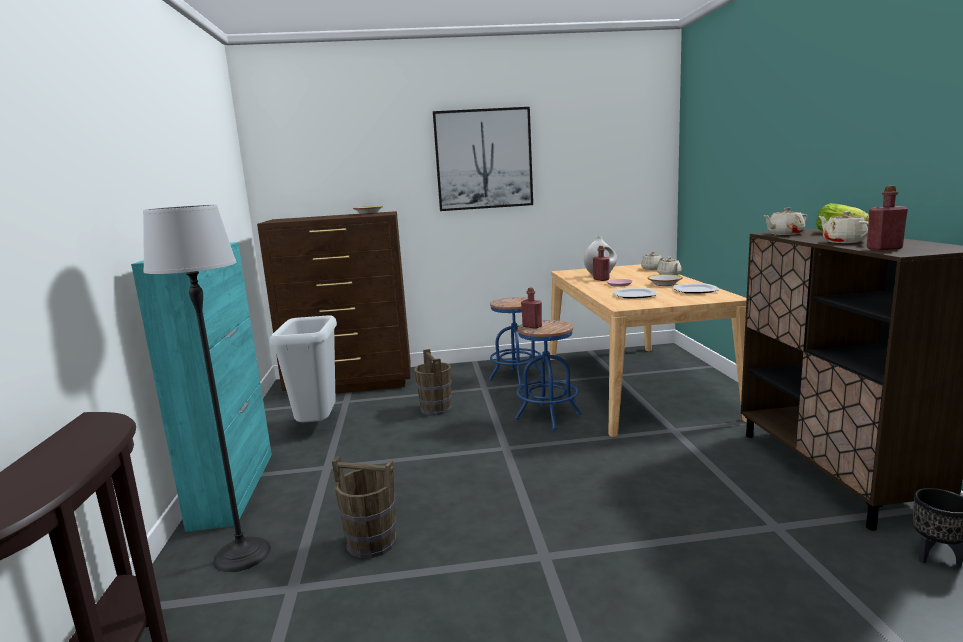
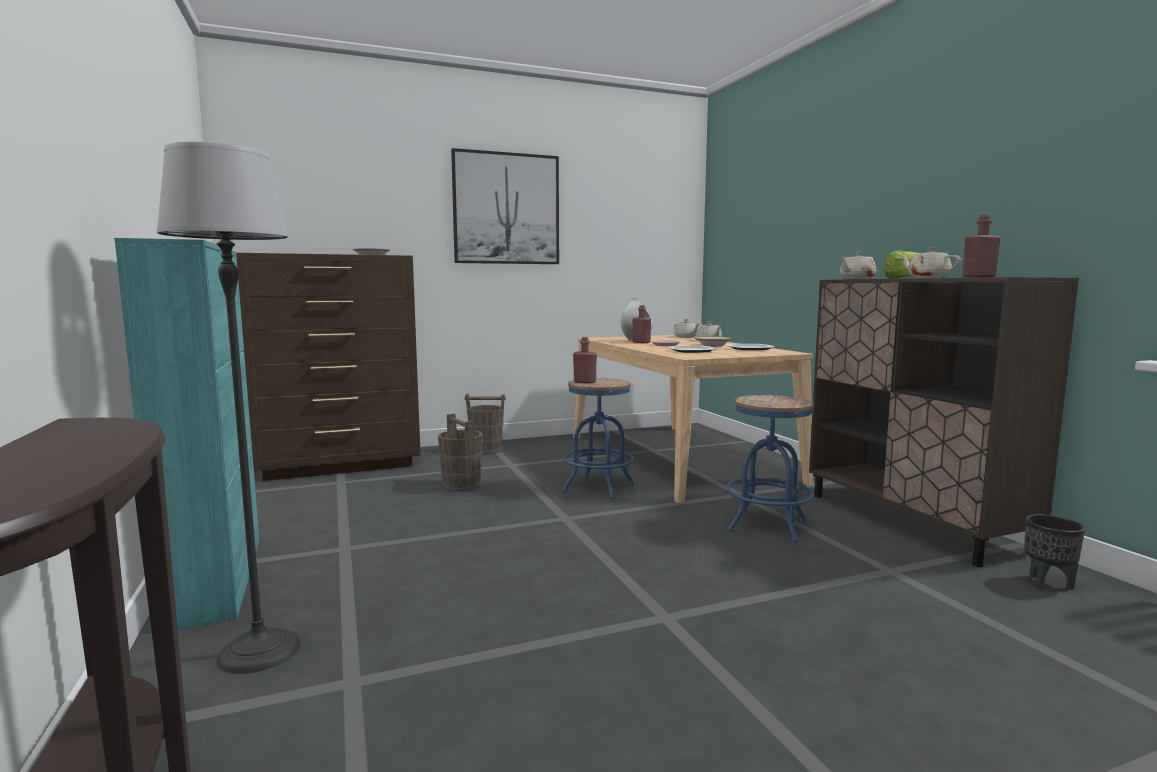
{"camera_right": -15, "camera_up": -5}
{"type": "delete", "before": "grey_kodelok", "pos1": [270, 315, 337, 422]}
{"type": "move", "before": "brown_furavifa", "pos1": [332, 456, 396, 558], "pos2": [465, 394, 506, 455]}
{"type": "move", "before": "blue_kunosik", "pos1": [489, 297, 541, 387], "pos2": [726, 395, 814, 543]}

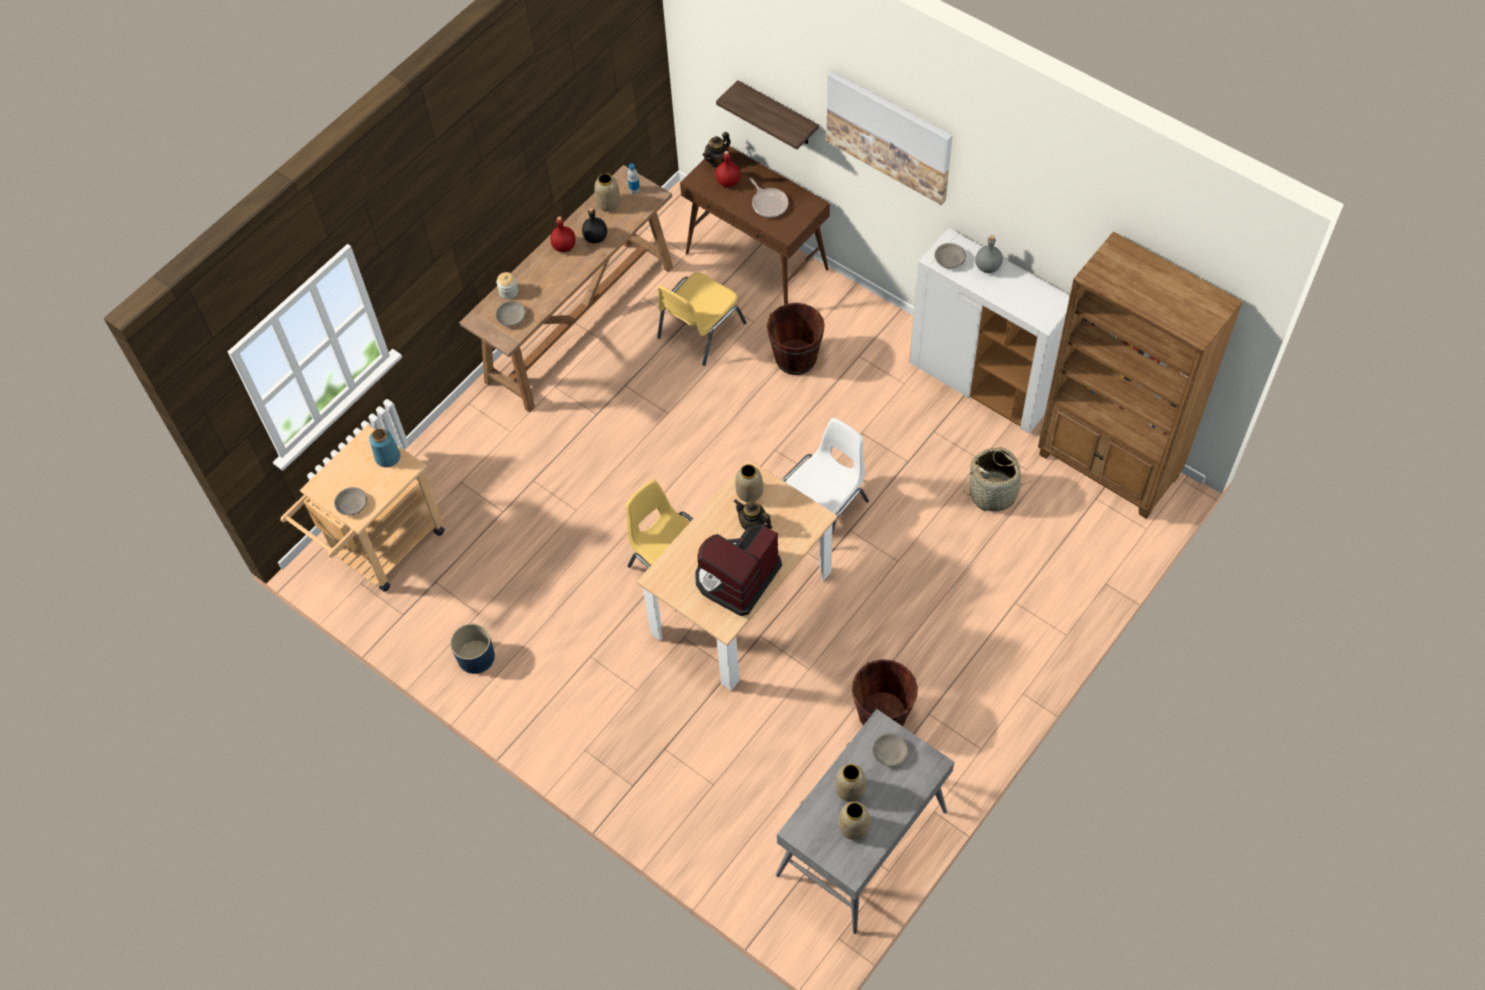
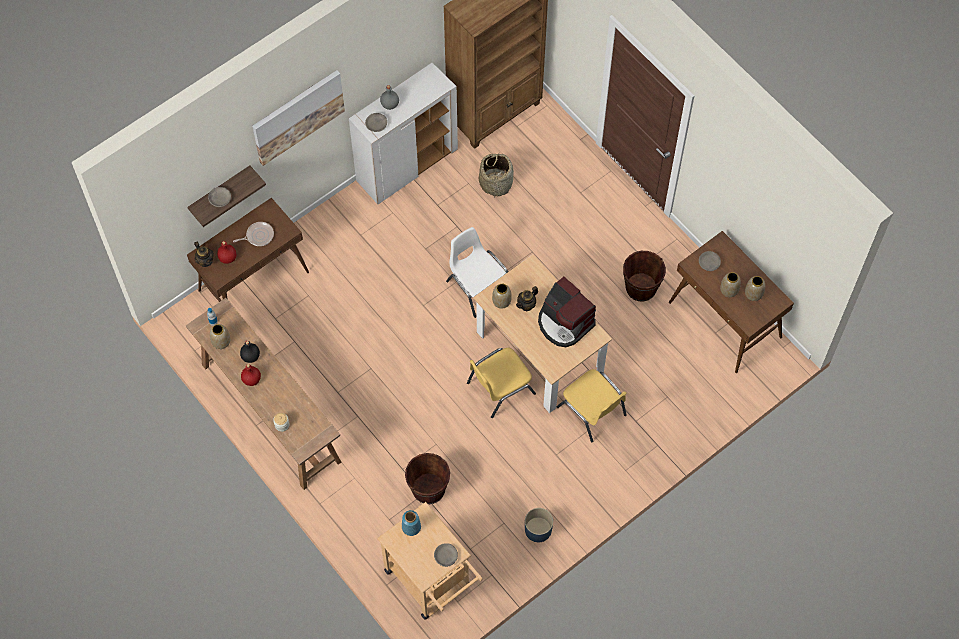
{"camera_right": -80, "camera_up": 5}
{"type": "move", "before": "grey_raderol", "pos1": [495, 301, 526, 326], "pos2": [208, 187, 231, 207]}
{"type": "move", "before": "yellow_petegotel", "pos1": [657, 272, 747, 366], "pos2": [556, 369, 627, 443]}
{"type": "move", "before": "brown_furavifa", "pos1": [767, 303, 825, 375], "pos2": [405, 453, 450, 504]}
{"type": "recolor", "before": "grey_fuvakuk", "after": "brown_fuvakuk", "pos1": [776, 709, 954, 934], "pos2": [669, 231, 794, 373]}

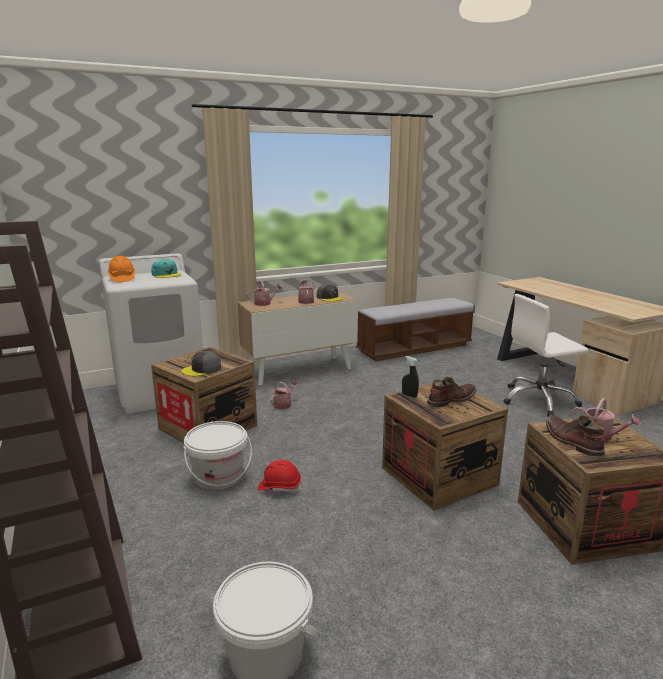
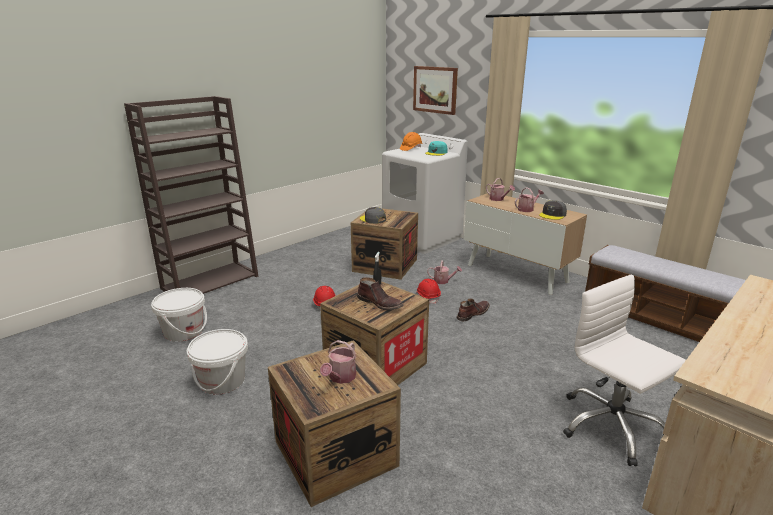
{"camera_right": 70, "camera_up": 5}
{"type": "insert", "after": "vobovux", "pos2": [413, 66, 458, 115]}
{"type": "insert", "after": "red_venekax", "pos2": [417, 279, 441, 304]}
{"type": "move", "before": "white_furavifa", "pos1": [183, 421, 252, 490], "pos2": [187, 329, 248, 395]}
{"type": "move", "before": "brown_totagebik", "pos1": [546, 415, 605, 457], "pos2": [457, 298, 490, 321]}

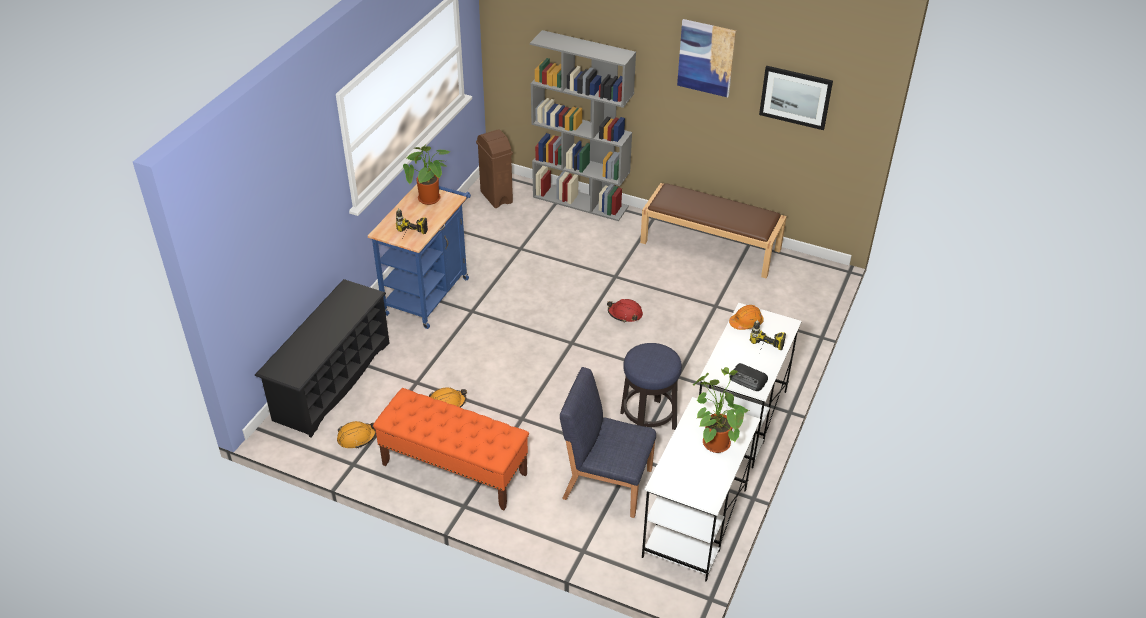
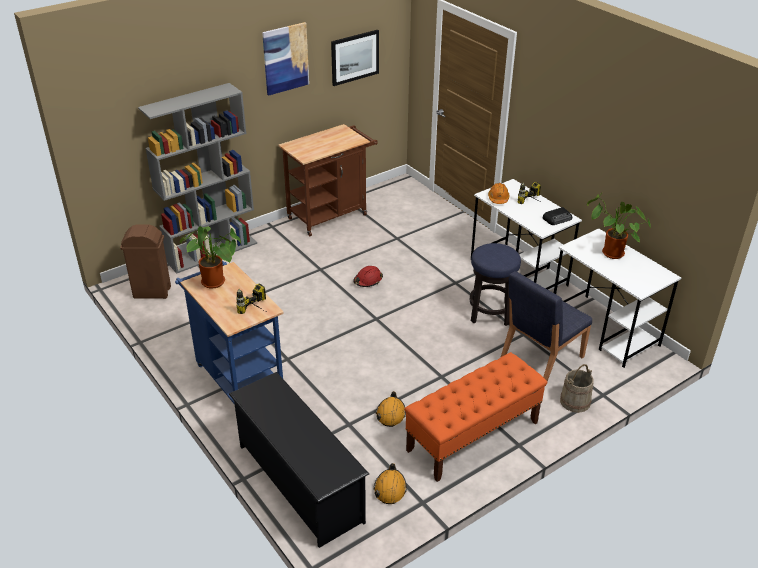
{"camera_right": -60, "camera_up": -5}
{"type": "insert", "after": "beige_furavifa", "pos2": [560, 364, 594, 413]}
{"type": "replace", "before": "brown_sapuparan", "after": "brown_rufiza", "pos1": [640, 183, 787, 279], "pos2": [278, 124, 378, 236]}

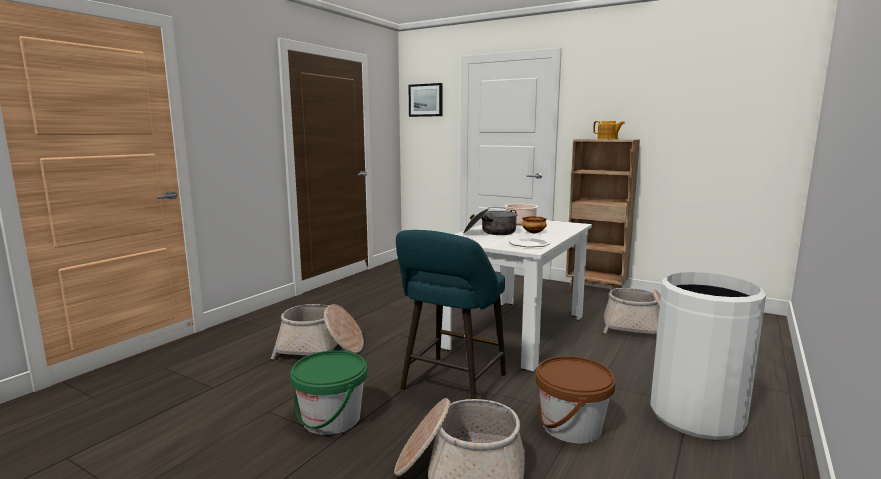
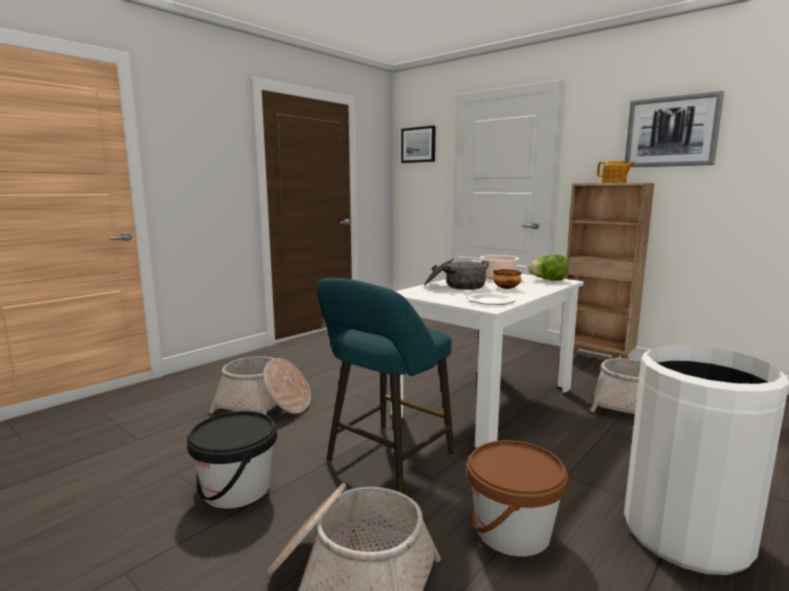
{"camera_right": 10, "camera_up": 0}
{"type": "insert", "after": "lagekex", "pos2": [528, 255, 568, 281]}
{"type": "insert", "after": "vobovux", "pos2": [624, 91, 724, 167]}
{"type": "recolor", "before": "green_furavifa", "after": "black_furavifa", "pos1": [290, 350, 367, 435], "pos2": [187, 411, 277, 508]}

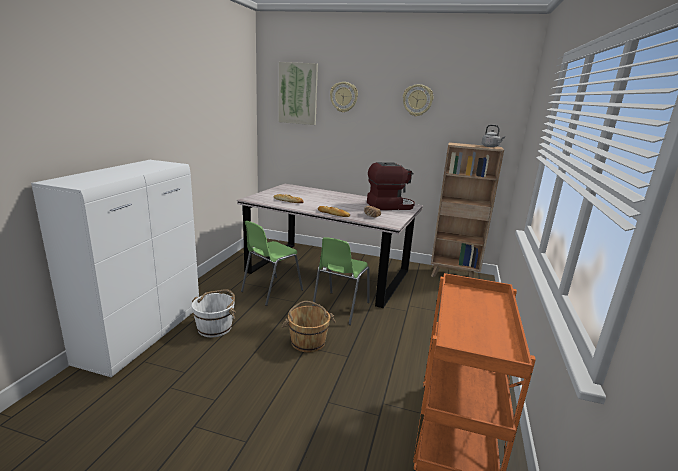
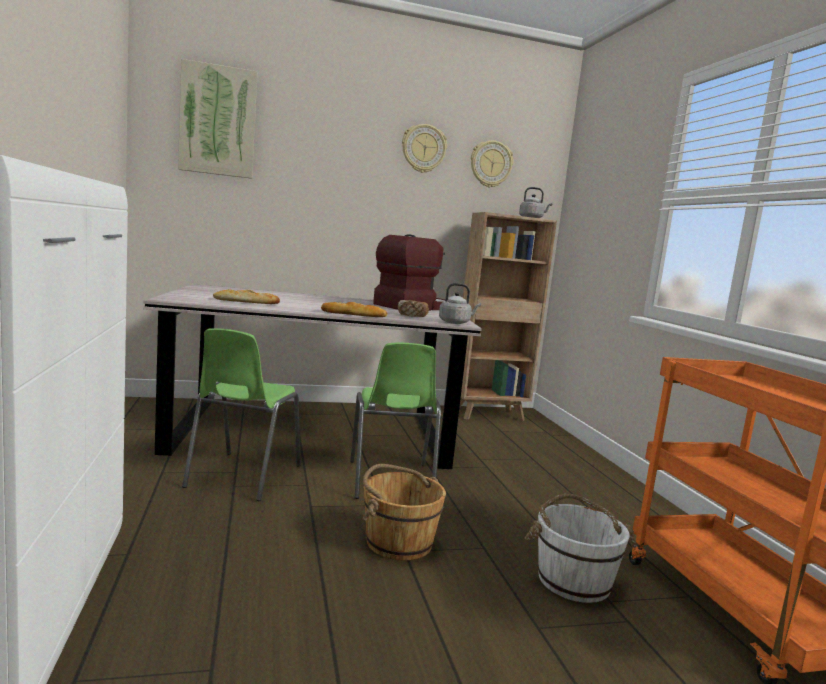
{"camera_right": -30, "camera_up": -10}
{"type": "insert", "after": "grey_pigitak", "pos2": [439, 283, 481, 324]}
{"type": "move", "before": "white_furavifa", "pos1": [192, 289, 236, 337], "pos2": [525, 494, 637, 603]}
{"type": "move", "before": "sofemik", "pos1": [330, 82, 358, 113], "pos2": [471, 140, 513, 188]}

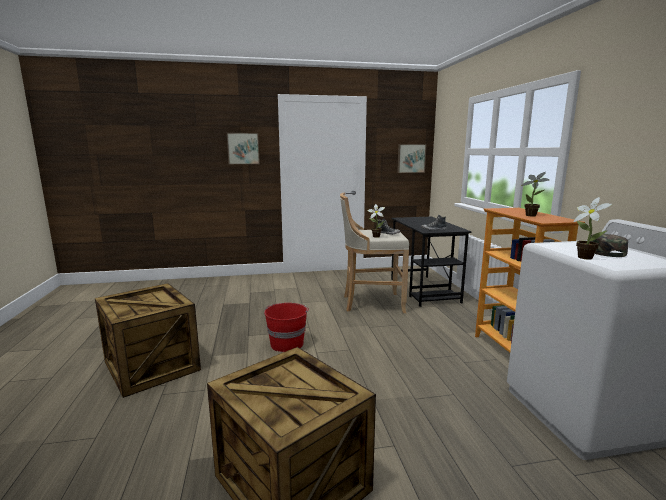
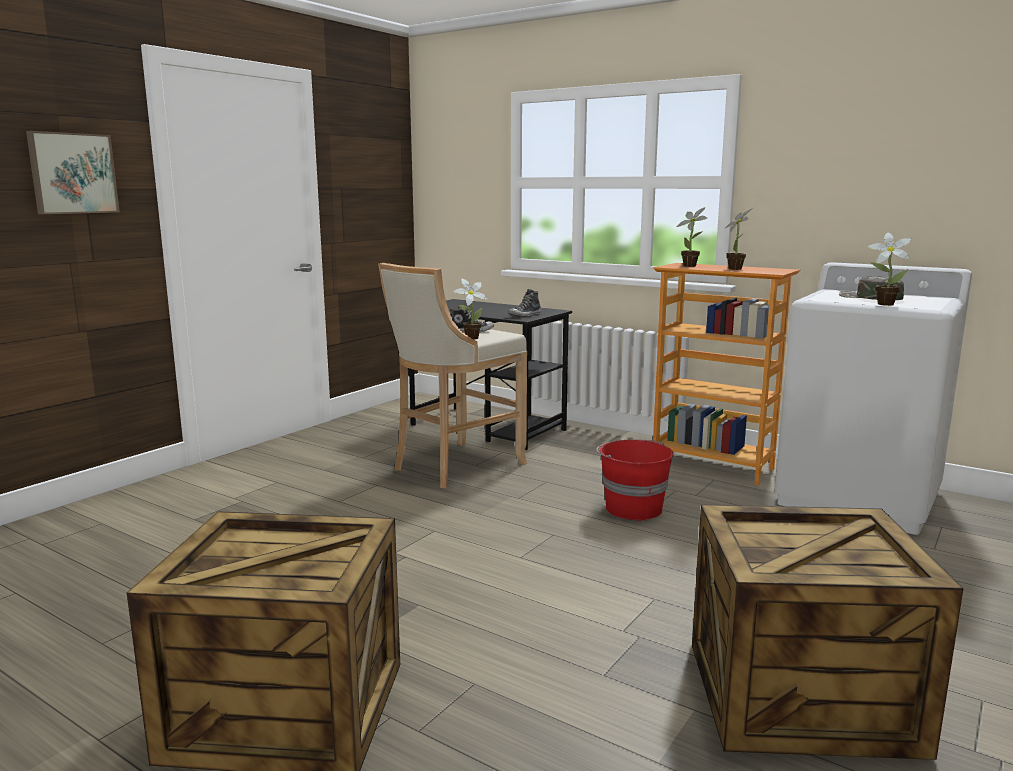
{"camera_right": -45, "camera_up": 0}
{"type": "delete", "before": "vobovux", "pos1": [397, 144, 426, 173]}
{"type": "insert", "after": "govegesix", "pos2": [677, 207, 707, 267]}
{"type": "move", "before": "red_furavifa", "pos1": [264, 303, 309, 352], "pos2": [597, 440, 674, 521]}

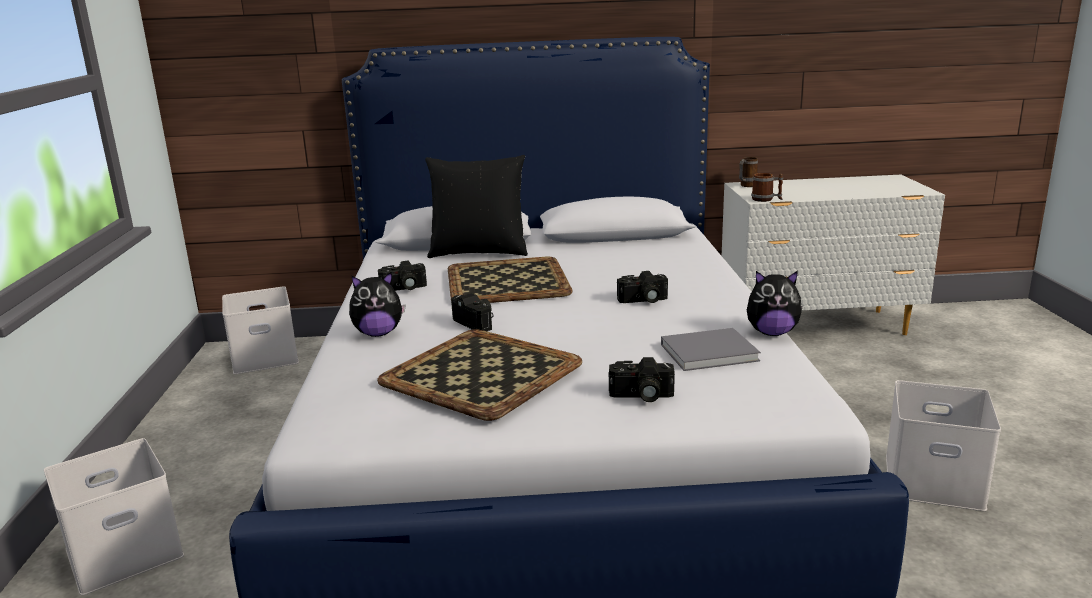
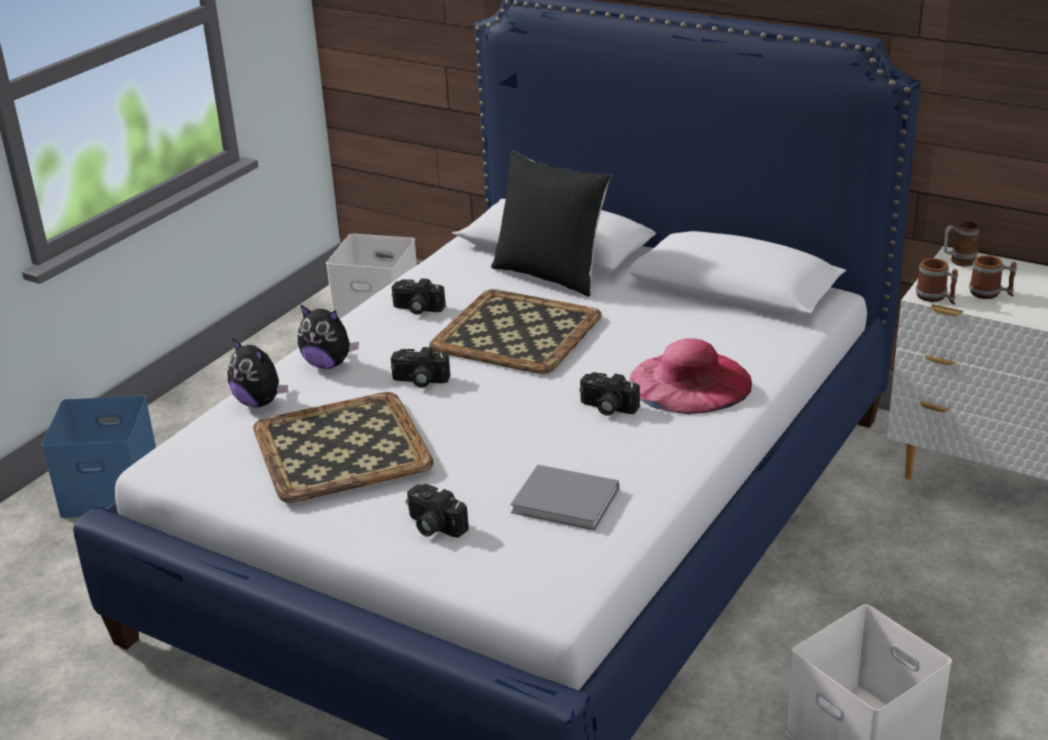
{"camera_right": 35, "camera_up": 10}
{"type": "insert", "after": "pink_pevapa", "pos2": [630, 338, 752, 414]}
{"type": "insert", "after": "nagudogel", "pos2": [969, 255, 1017, 299]}
{"type": "move", "before": "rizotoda", "pos1": [747, 271, 803, 336], "pos2": [228, 338, 288, 408]}
{"type": "recolor", "before": "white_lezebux", "after": "blue_lezebux", "pos1": [44, 438, 184, 595], "pos2": [41, 395, 156, 518]}
{"type": "rotate", "before": "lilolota", "pos1": [451, 293, 493, 331], "pos2": [391, 347, 450, 388], "turn": 105}

